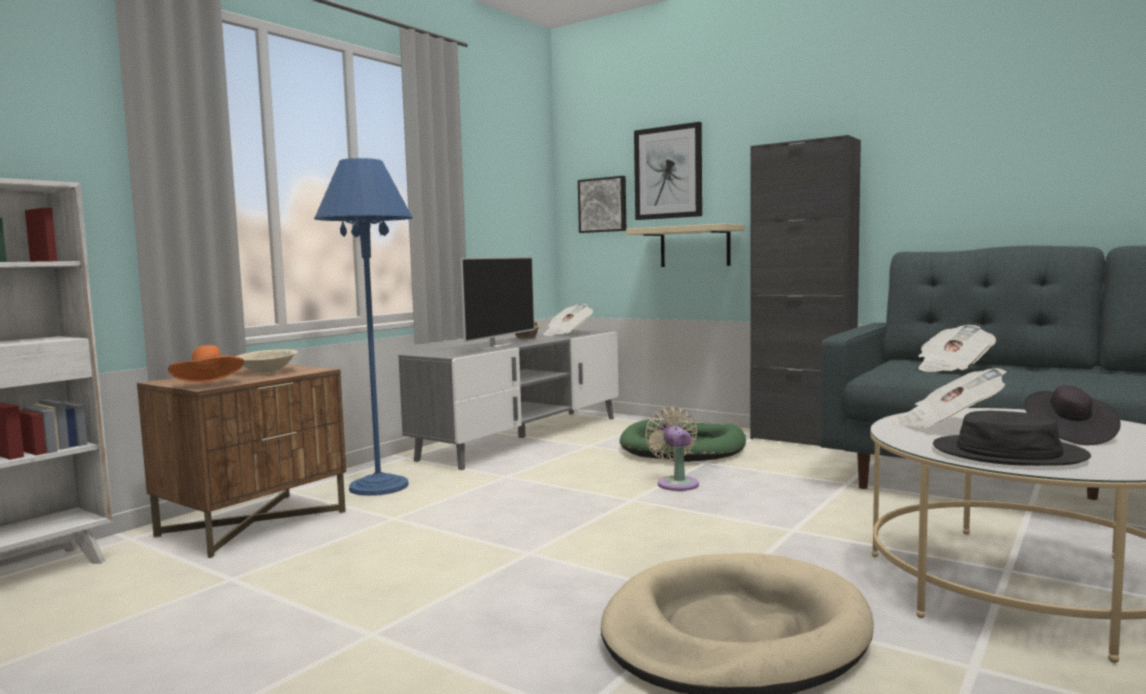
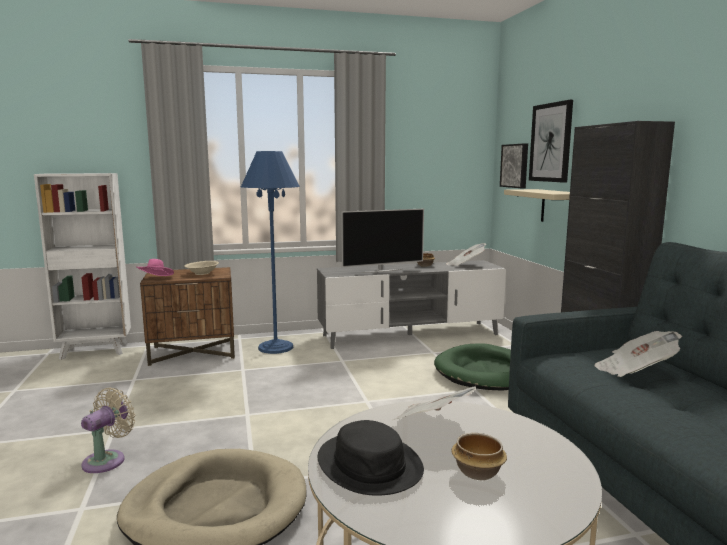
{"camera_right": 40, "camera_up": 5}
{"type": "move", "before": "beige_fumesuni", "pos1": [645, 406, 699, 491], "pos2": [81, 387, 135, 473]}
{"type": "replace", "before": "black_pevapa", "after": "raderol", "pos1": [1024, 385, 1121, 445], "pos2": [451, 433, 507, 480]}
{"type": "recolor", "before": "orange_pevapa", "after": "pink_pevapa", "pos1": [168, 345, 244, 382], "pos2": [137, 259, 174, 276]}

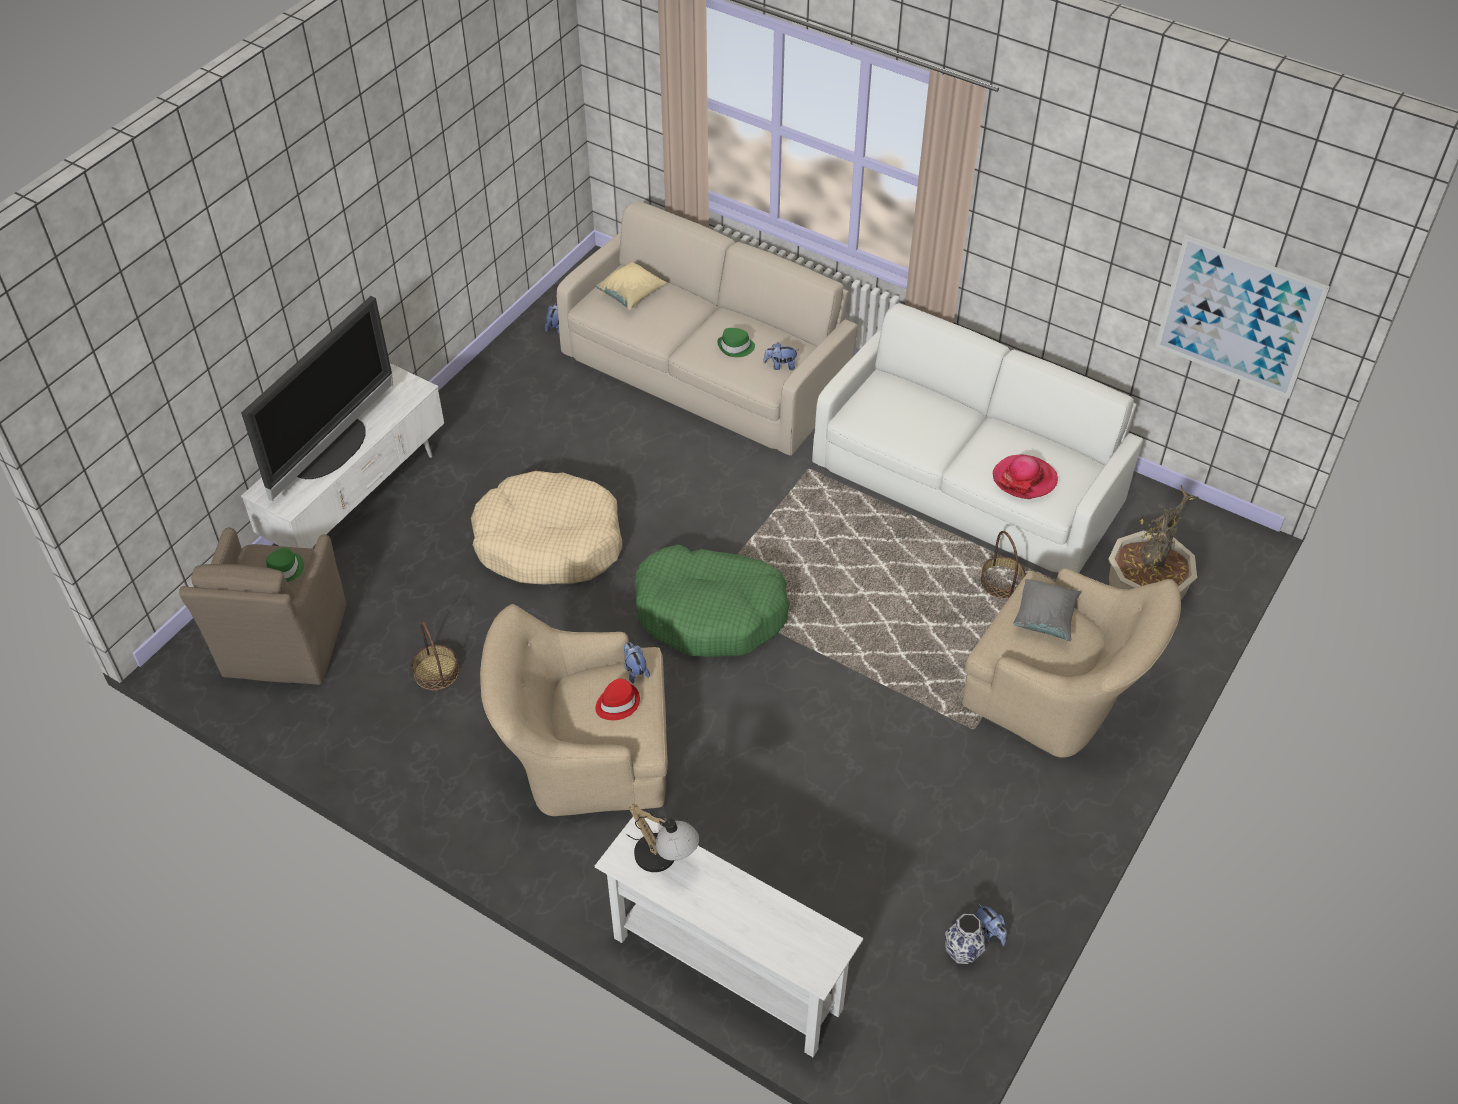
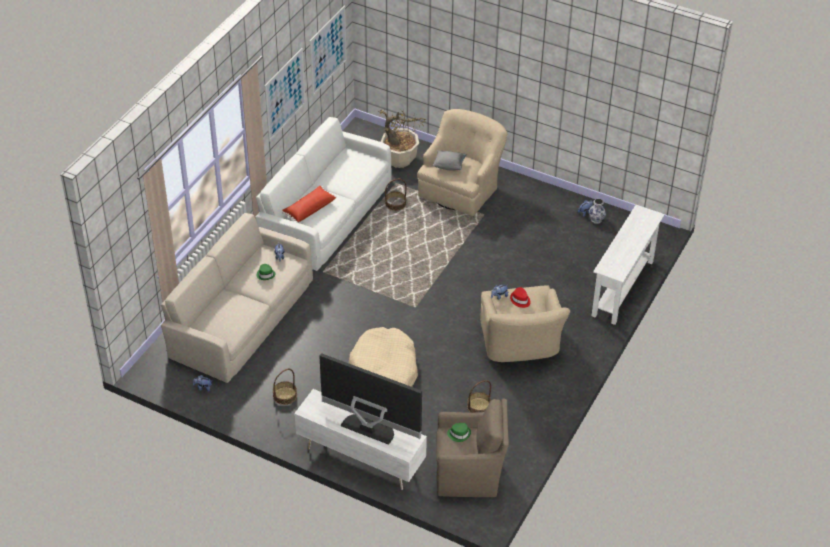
{"camera_right": -95, "camera_up": -5}
{"type": "delete", "before": "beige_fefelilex", "pos1": [596, 262, 667, 310]}
{"type": "delete", "before": "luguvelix", "pos1": [626, 804, 699, 872]}
{"type": "delete", "before": "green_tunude", "pos1": [635, 544, 790, 657]}
{"type": "delete", "before": "pevapa", "pos1": [992, 455, 1058, 499]}
{"type": "insert", "after": "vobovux", "pos2": [265, 48, 306, 142]}
{"type": "insert", "after": "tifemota", "pos2": [273, 369, 297, 405]}
{"type": "insert", "after": "red_fefelilex", "pos2": [282, 186, 337, 222]}

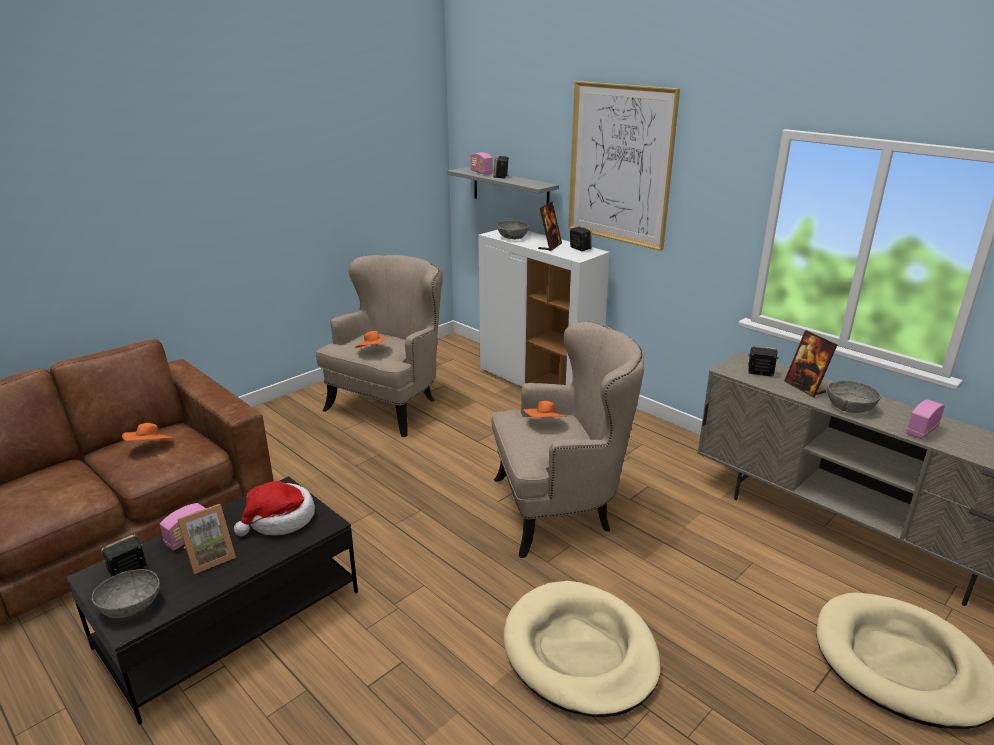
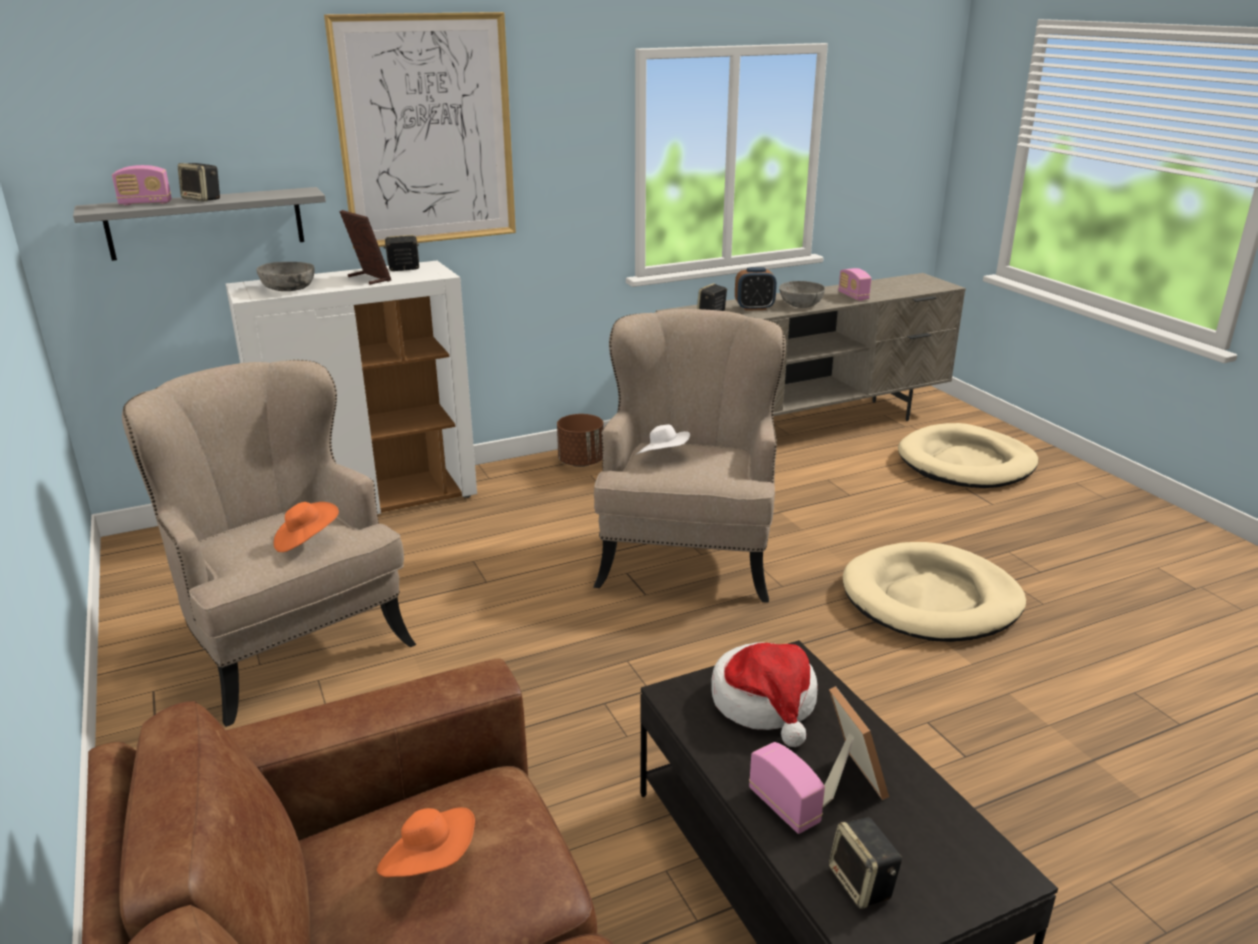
{"camera_right": -70, "camera_up": 0}
{"type": "delete", "before": "grey_raderol", "pos1": [92, 569, 160, 618]}
{"type": "insert", "after": "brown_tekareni", "pos2": [557, 414, 603, 467]}
{"type": "replace", "before": "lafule", "after": "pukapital", "pos1": [784, 330, 837, 397], "pos2": [735, 267, 777, 311]}
{"type": "recolor", "before": "orange_pevapa", "after": "white_pevapa", "pos1": [523, 401, 567, 417], "pos2": [637, 424, 690, 454]}

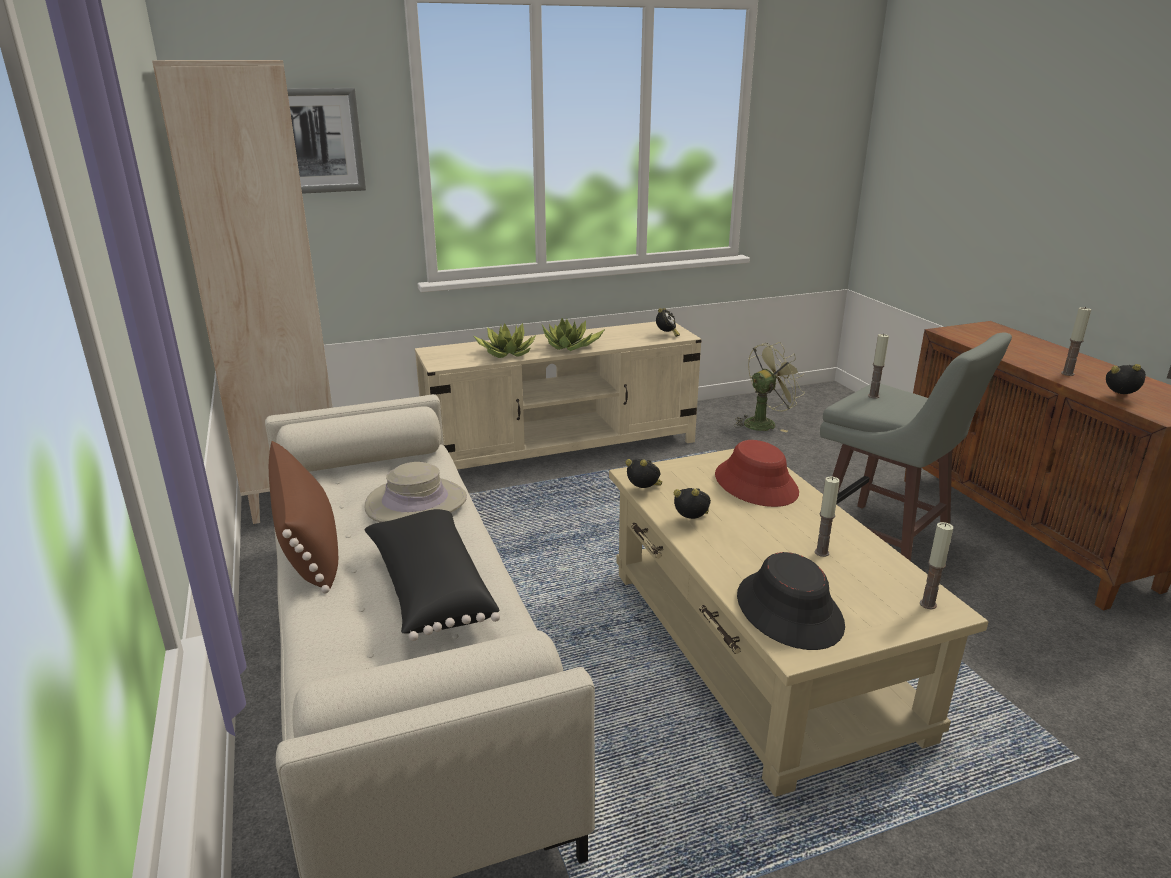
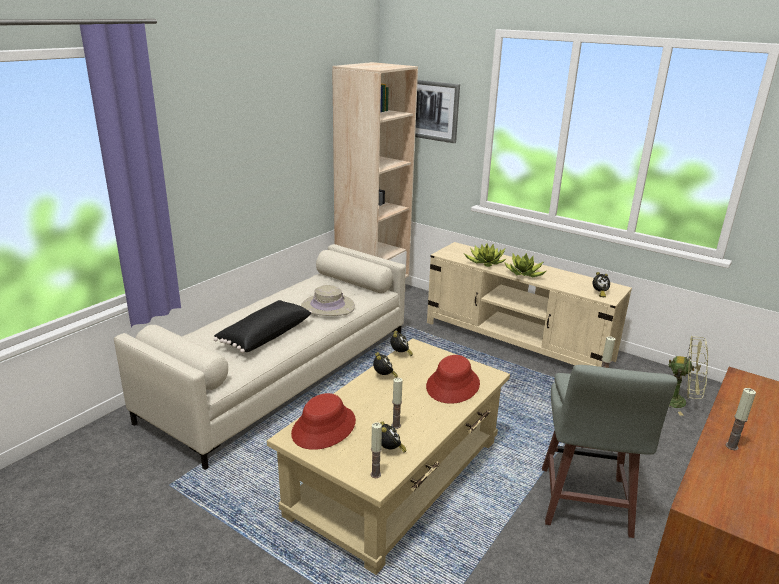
{"camera_right": 55, "camera_up": 0}
{"type": "delete", "before": "brown_fefelilex", "pos1": [269, 441, 338, 593]}
{"type": "move", "before": "pukapital", "pos1": [1106, 364, 1146, 394], "pos2": [380, 421, 407, 453]}
{"type": "recolor", "before": "black_pevapa", "after": "red_pevapa", "pos1": [737, 552, 845, 650], "pos2": [291, 393, 356, 450]}

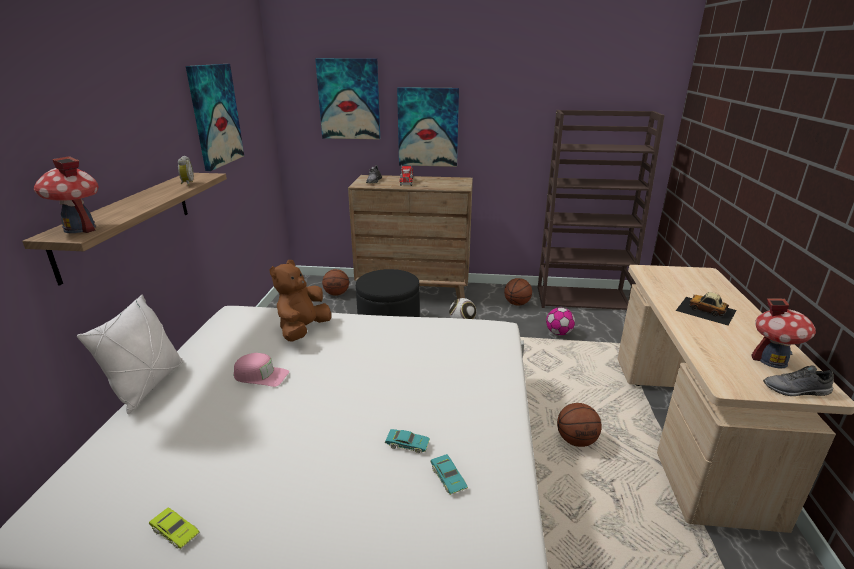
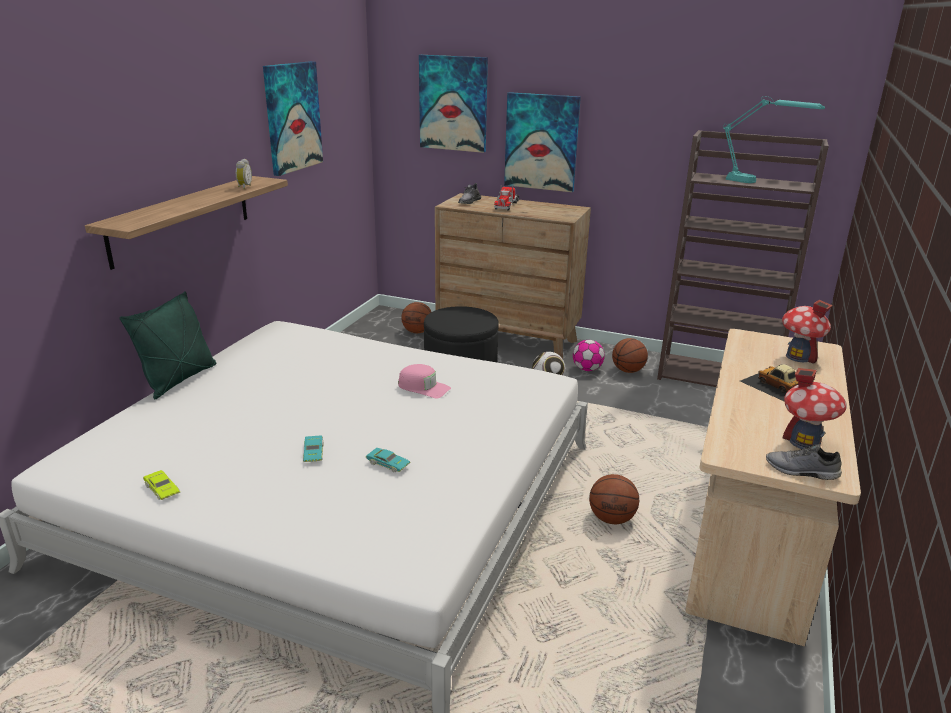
{"camera_right": 15, "camera_up": 0}
{"type": "delete", "before": "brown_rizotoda", "pos1": [270, 260, 331, 342]}
{"type": "insert", "after": "turquoise_luguvelix", "pos2": [723, 97, 825, 183]}
{"type": "move", "before": "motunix", "pos1": [34, 156, 98, 233], "pos2": [782, 300, 833, 364]}
{"type": "move", "before": "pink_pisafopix", "pos1": [234, 353, 289, 387], "pos2": [398, 364, 451, 398]}
{"type": "move", "before": "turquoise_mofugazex", "pos1": [430, 454, 468, 495], "pos2": [303, 435, 324, 462]}
{"type": "move", "before": "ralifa", "pos1": [546, 307, 575, 335], "pos2": [573, 340, 605, 371]}
{"type": "recolor", "before": "white_fefelilex", "after": "green_fefelilex", "pos1": [77, 294, 183, 414], "pos2": [119, 291, 216, 400]}

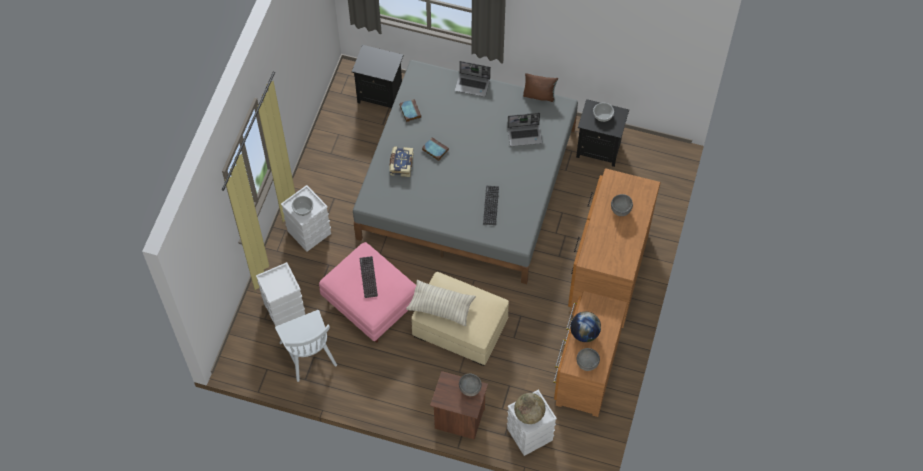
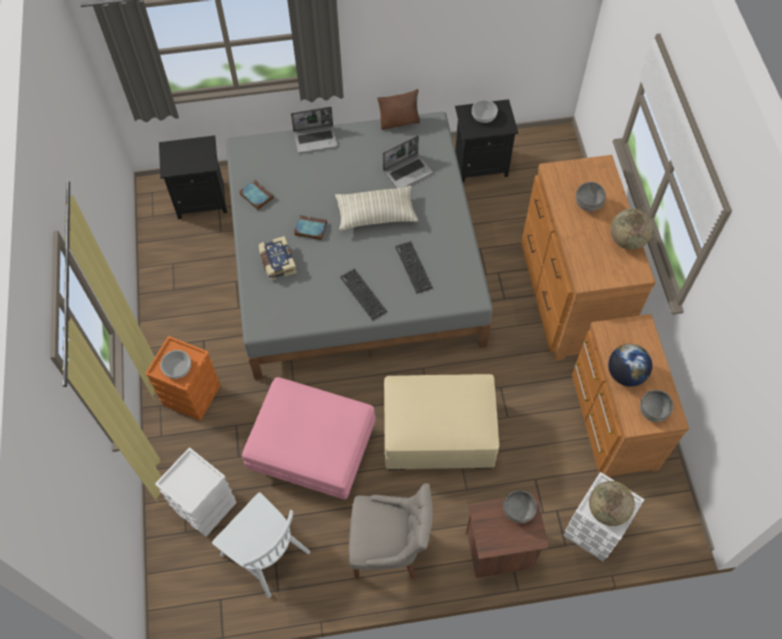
{"camera_right": -25, "camera_up": 0}
{"type": "insert", "after": "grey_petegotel", "pos2": [349, 483, 433, 580]}
{"type": "insert", "after": "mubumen", "pos2": [611, 208, 653, 250]}
{"type": "move", "before": "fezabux", "pos1": [359, 256, 378, 298], "pos2": [340, 269, 387, 320]}
{"type": "move", "before": "fefelilex", "pos1": [406, 280, 476, 326], "pos2": [335, 186, 418, 231]}
{"type": "recolor", "before": "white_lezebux", "after": "orange_lezebux", "pos1": [281, 185, 331, 252], "pos2": [145, 336, 221, 421]}

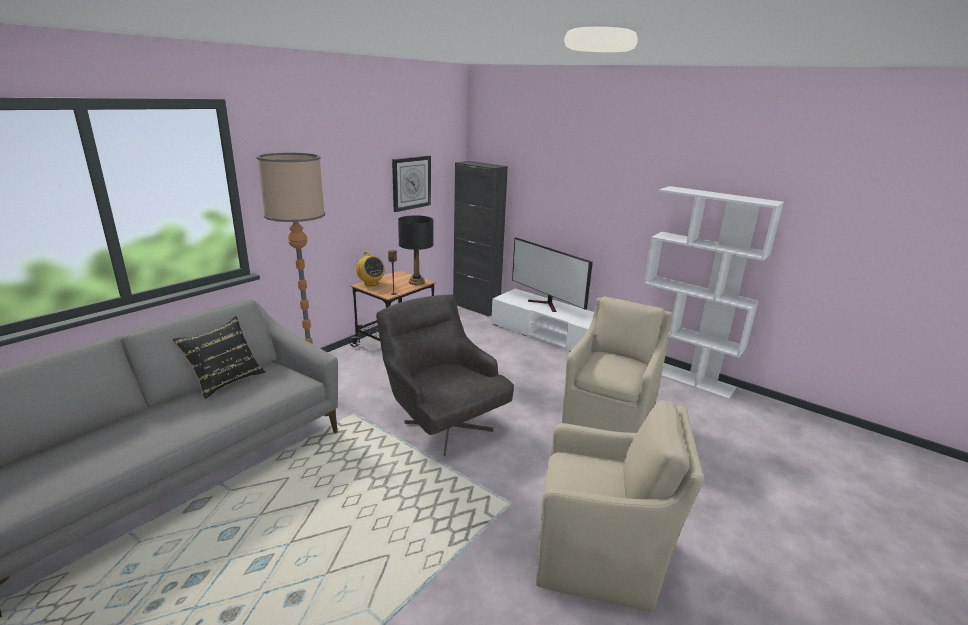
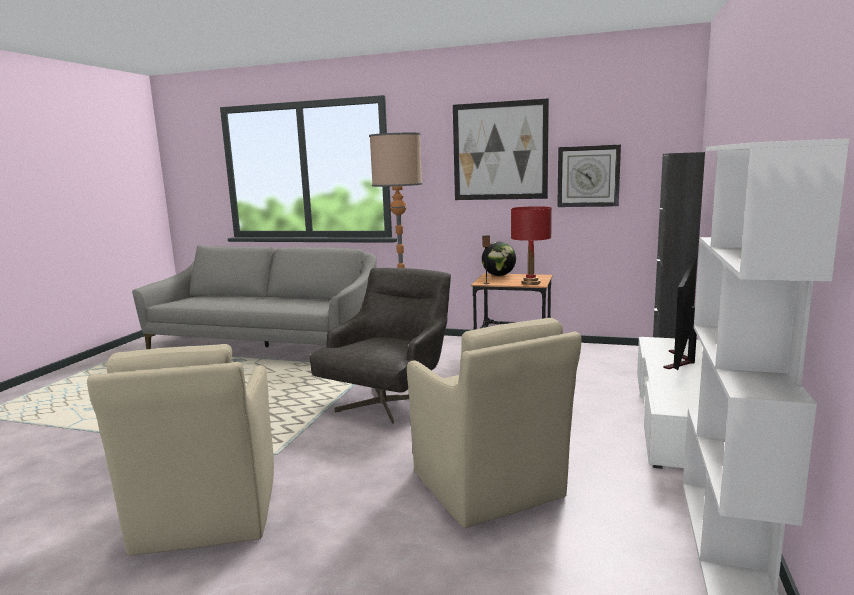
{"camera_right": 70, "camera_up": -10}
{"type": "delete", "before": "black_fefelilex", "pos1": [172, 316, 265, 399]}
{"type": "insert", "after": "vobovux", "pos2": [453, 98, 549, 200]}
{"type": "replace", "before": "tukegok", "after": "mubumen", "pos1": [356, 252, 385, 286], "pos2": [482, 242, 516, 276]}
{"type": "recolor", "before": "black_luguvelix", "after": "red_luguvelix", "pos1": [398, 215, 434, 285], "pos2": [511, 206, 552, 285]}
{"type": "rotate", "before": "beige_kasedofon", "pos1": [562, 297, 673, 433], "pos2": [407, 318, 582, 528], "turn": 60}

